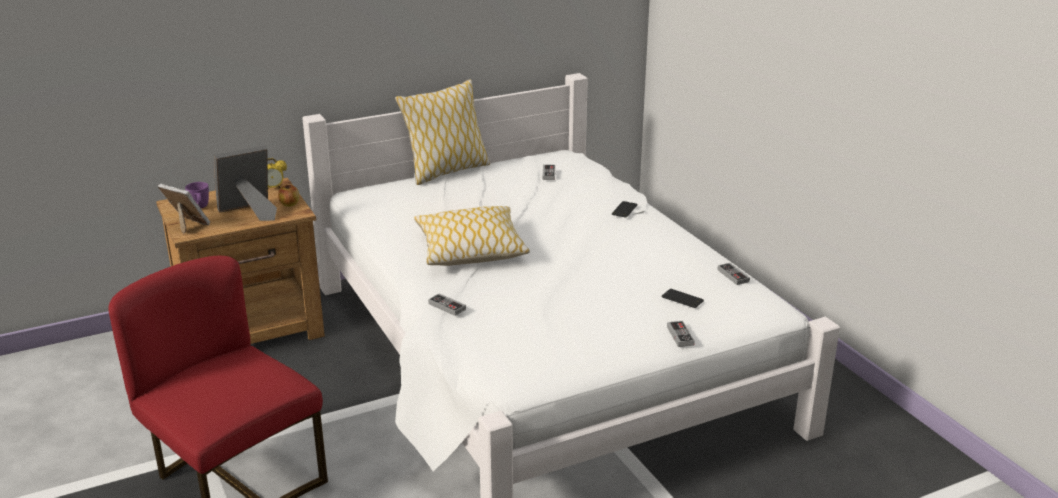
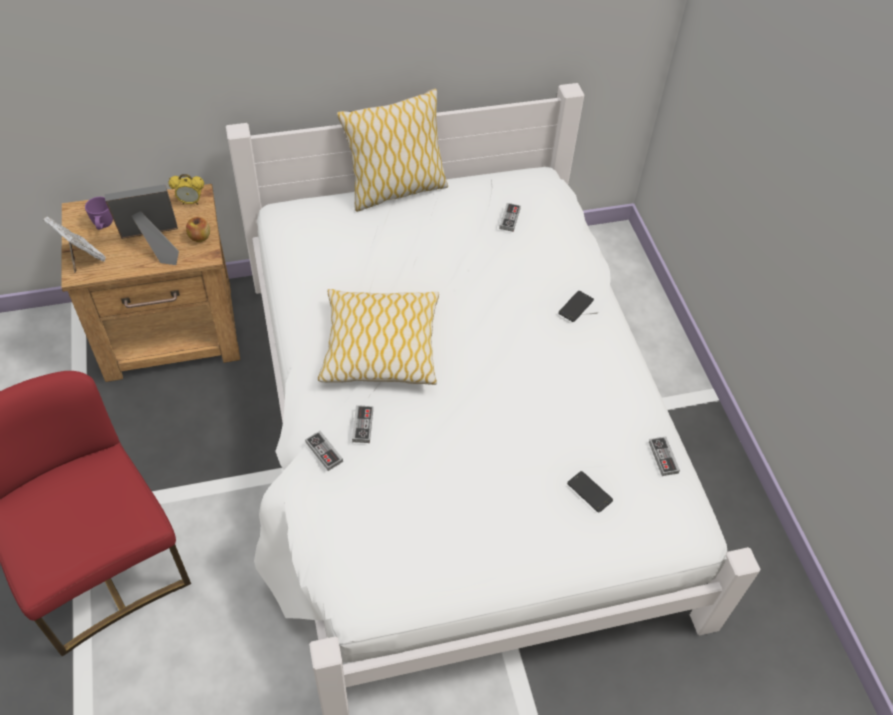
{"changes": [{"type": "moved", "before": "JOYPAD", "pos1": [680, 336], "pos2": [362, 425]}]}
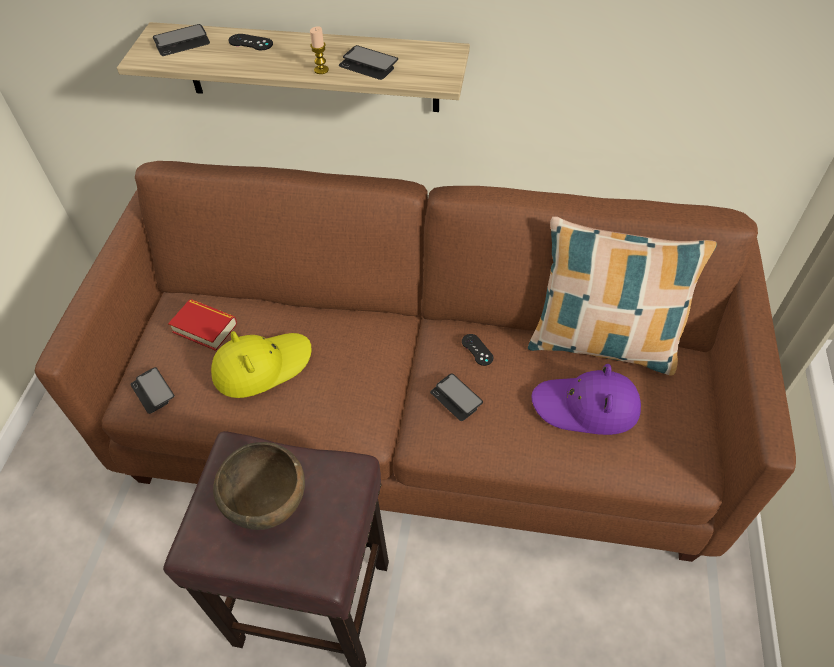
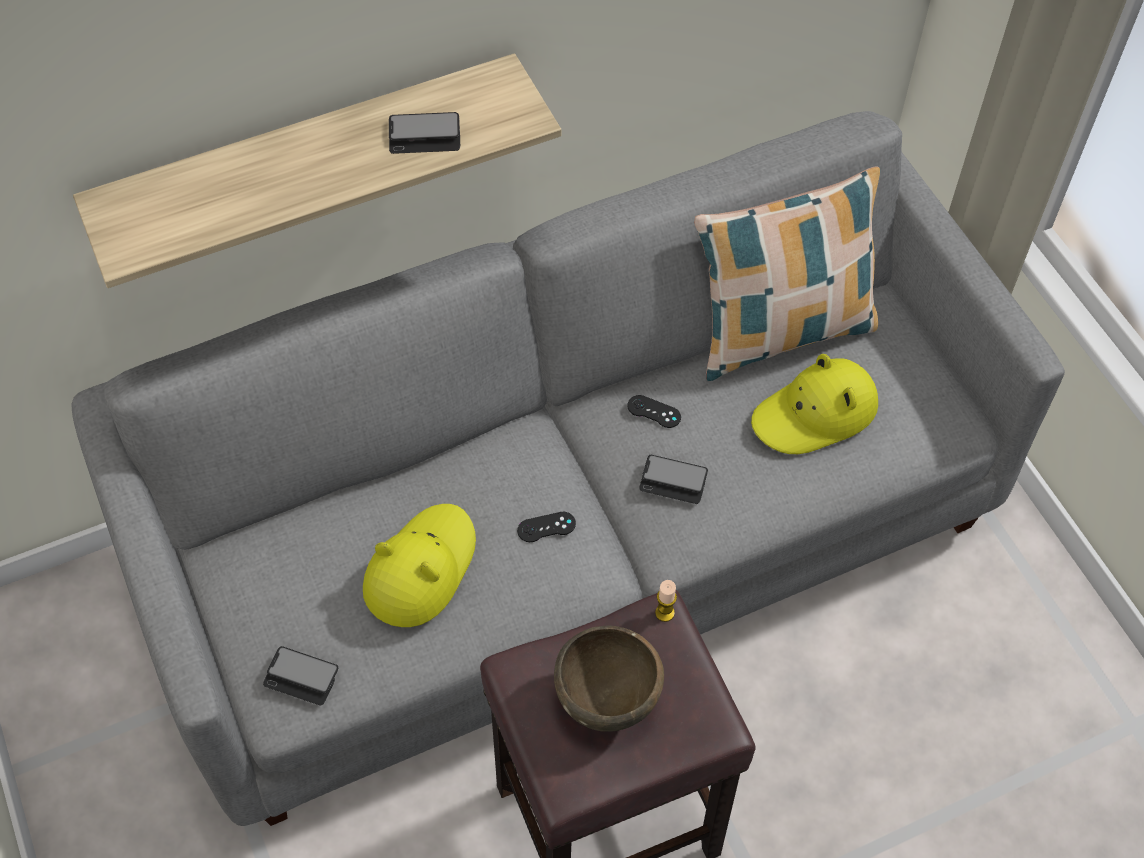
{"changes": [{"type": "recoloured", "before": "BROWNISH SOFA", "after": "GREY SOFA", "pos1": [421, 419], "pos2": [573, 538]}, {"type": "moved", "before": "BLACK-COLOURED JOYPAD", "pos1": [250, 42], "pos2": [546, 527]}, {"type": "moved", "before": "WAX LIGHT", "pos1": [321, 70], "pos2": [664, 613]}, {"type": "recoloured", "before": "PURPLE WEARABLE HAT", "after": "YELLOW-COLOURED WEARABLE HAT", "pos1": [586, 406], "pos2": [815, 414]}, {"type": "removed", "before": "PHONE", "pos1": [182, 42]}, {"type": "removed", "before": "VOLUME", "pos1": [205, 328]}]}
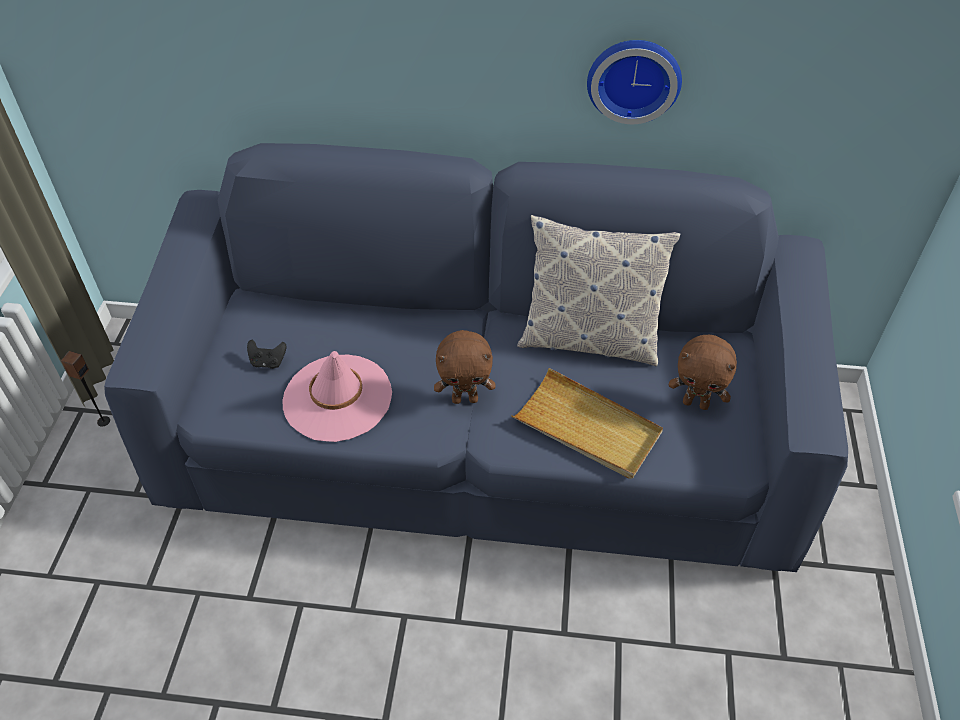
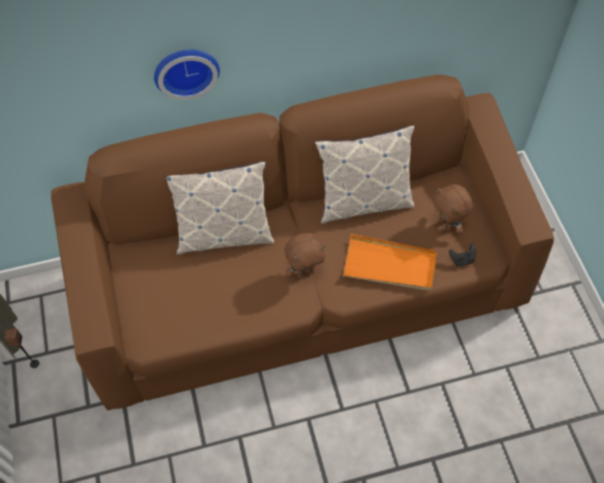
{"changes": [{"type": "recoloured", "before": "BLUISH SOFA", "after": "BROWNISH SOFA", "pos1": [480, 444], "pos2": [303, 287]}, {"type": "moved", "before": "CLOCK ON THE WALL", "pos1": [634, 78], "pos2": [185, 70]}, {"type": "added", "after": "THROW PILLOW", "pos2": [224, 235]}, {"type": "recoloured", "before": "SAND-COLOURED SERVING TRAY", "after": "ORANGEY SERVING TRAY", "pos1": [587, 427], "pos2": [390, 265]}, {"type": "turned", "before": "BROWNISH PLUSH TOY", "pos1": [696, 403], "pos2": [447, 225], "turn": 60}, {"type": "moved", "before": "BLACK-COLOURED JOYPAD", "pos1": [268, 362], "pos2": [462, 260]}, {"type": "removed", "before": "PINK-COLOURED WEARABLE HAT", "pos1": [337, 398]}]}
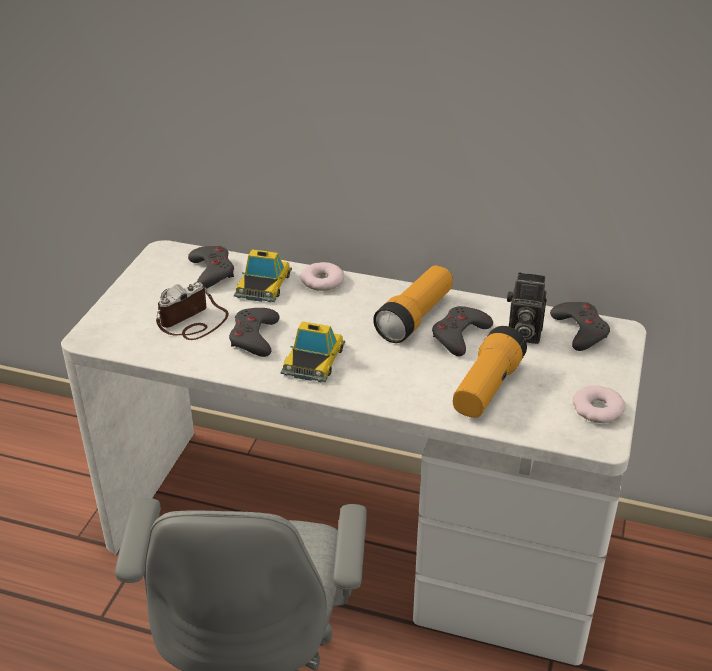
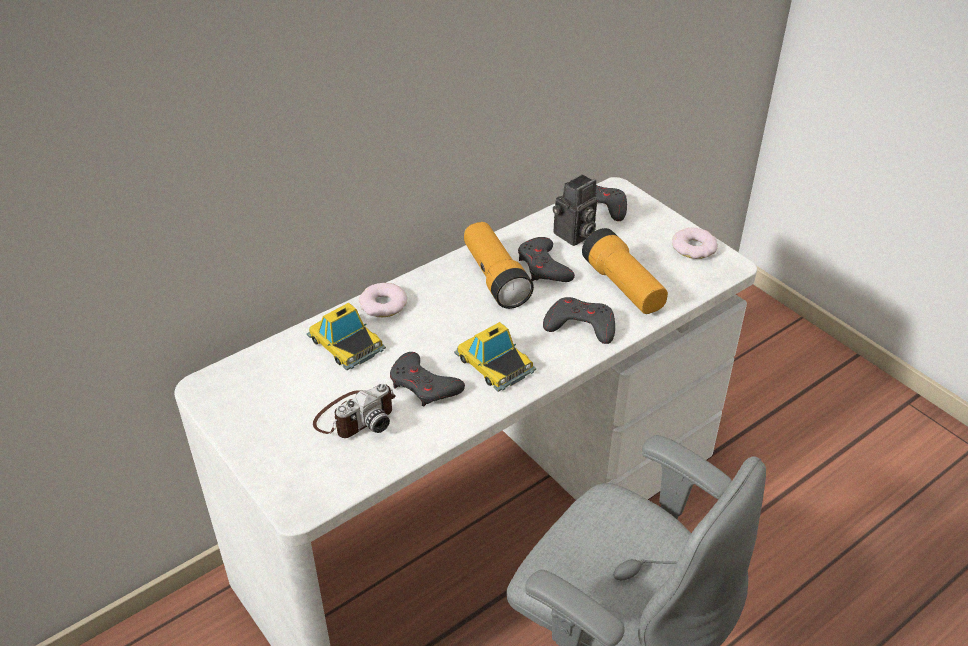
{"changes": [{"type": "turned", "before": "PHOTO CAMERA", "pos1": [193, 322], "pos2": [355, 416], "turn": -120}, {"type": "moved", "before": "GREY JOYPAD", "pos1": [212, 271], "pos2": [580, 325]}]}
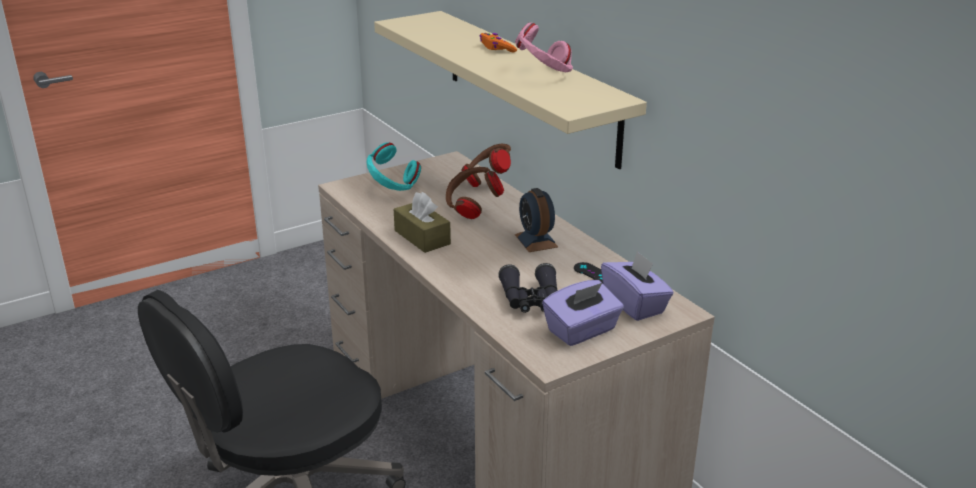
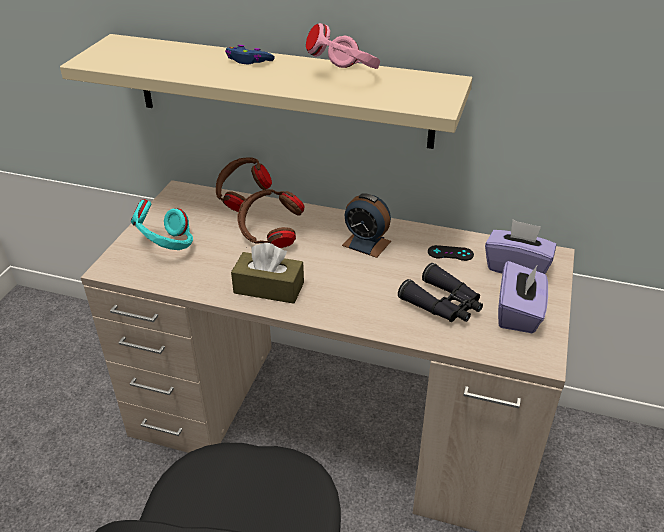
{"changes": [{"type": "recoloured", "before": "ORANGEY JOYPAD", "after": "BLUISH JOYPAD", "pos1": [496, 48], "pos2": [248, 61]}]}
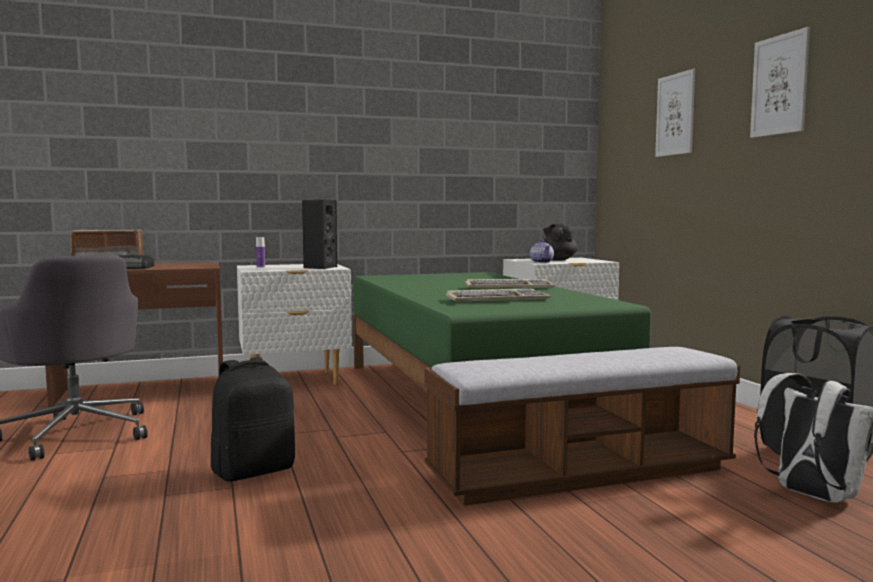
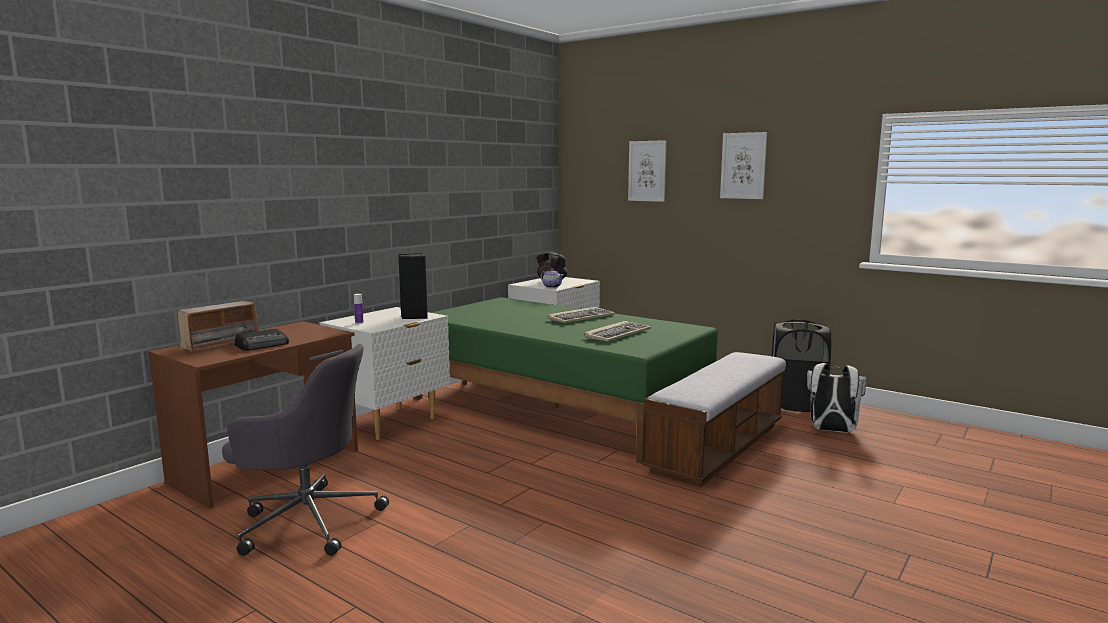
{"changes": [{"type": "removed", "before": "BLACK-COLOURED BACKPACK", "pos1": [254, 470]}]}
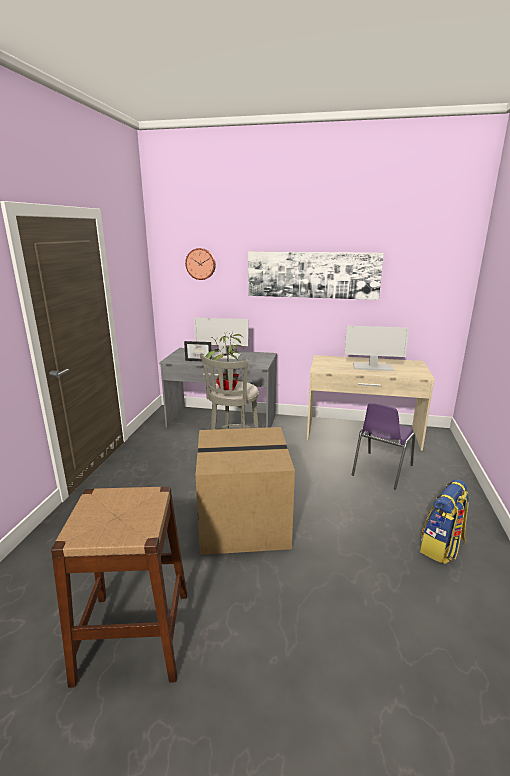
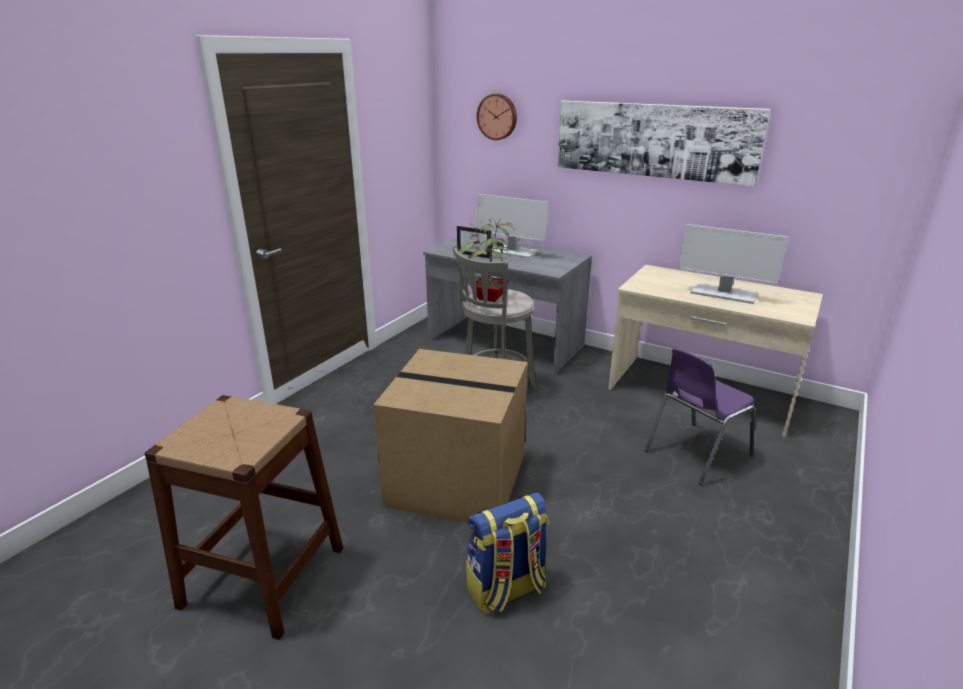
{"changes": [{"type": "moved", "before": "BACKPACK", "pos1": [441, 547], "pos2": [506, 590]}]}
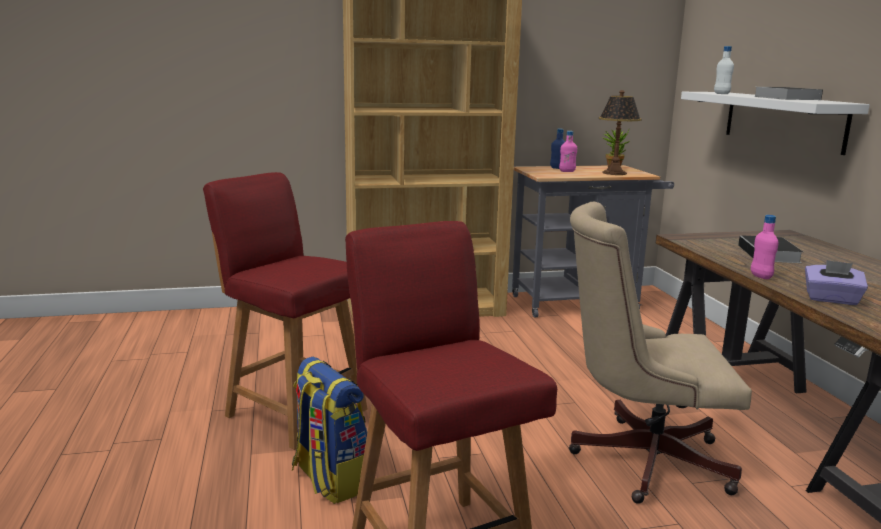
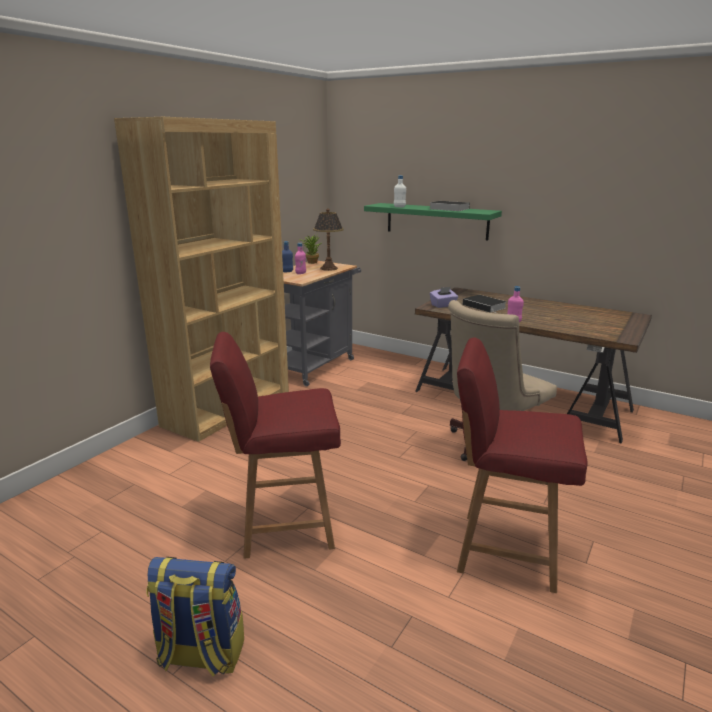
{"changes": [{"type": "moved", "before": "BACKPACK", "pos1": [329, 479], "pos2": [200, 655]}, {"type": "recoloured", "before": "WHITE WALL SHELF", "after": "GREEN WALL SHELF", "pos1": [783, 120], "pos2": [436, 221]}, {"type": "moved", "before": "PURPLE BOX OF TISSUES", "pos1": [831, 299], "pos2": [443, 305]}]}
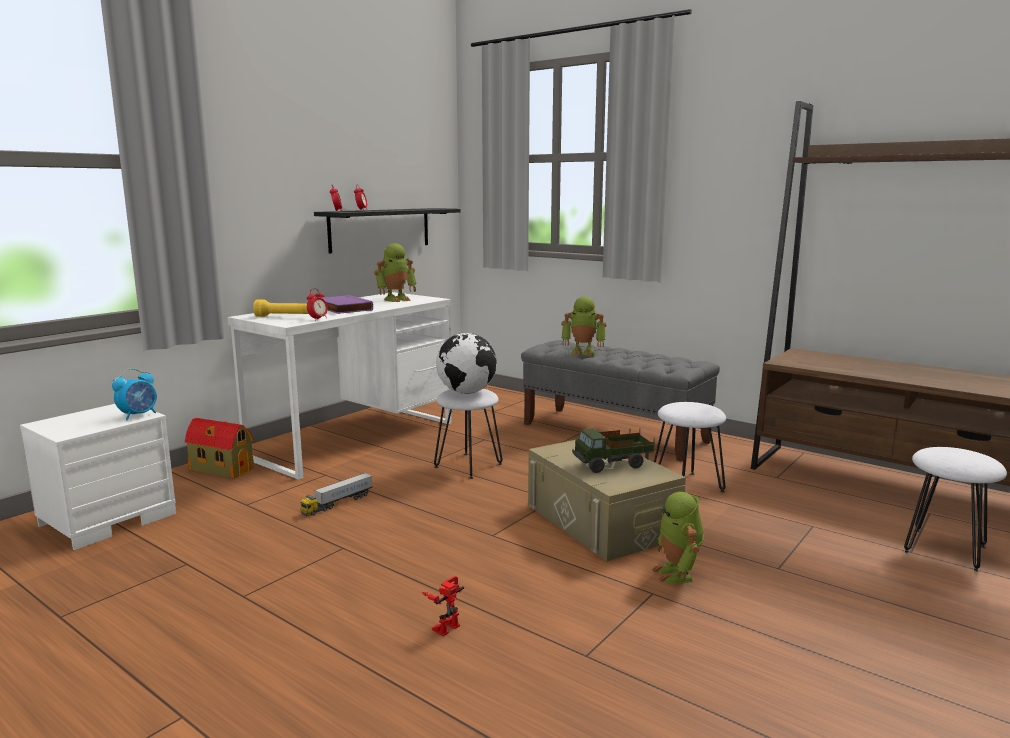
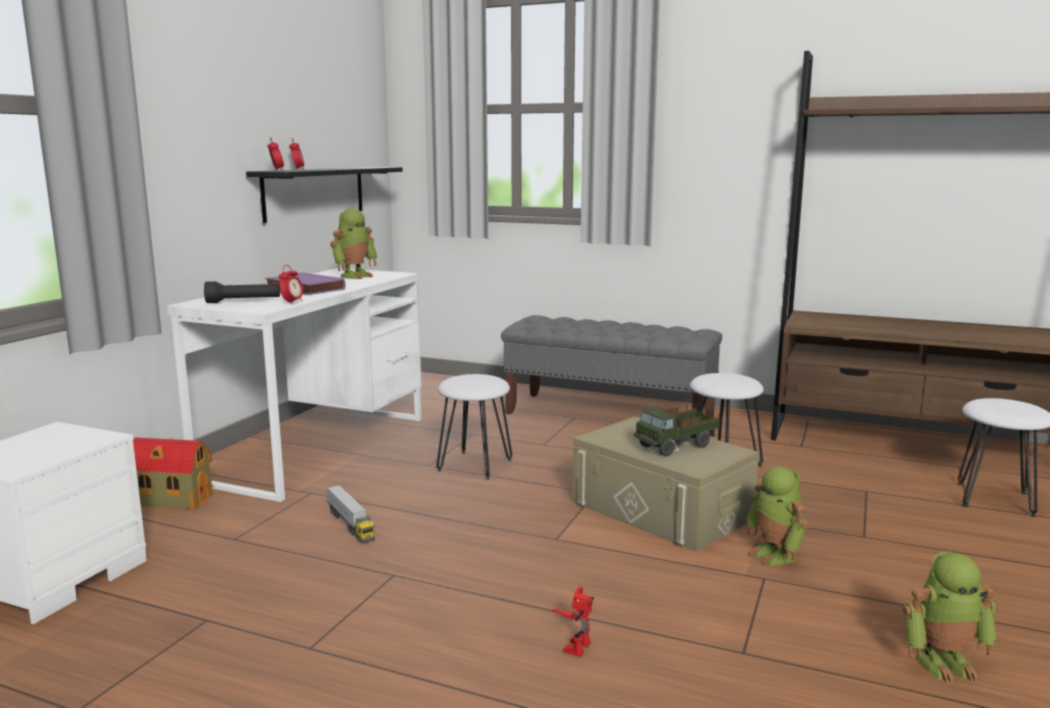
{"changes": [{"type": "recoloured", "before": "YELLOW-COLOURED FLASHLIGHT", "after": "BLACK-COLOURED FLASHLIGHT", "pos1": [284, 316], "pos2": [243, 301]}, {"type": "turned", "before": "MODEL TRUCK", "pos1": [338, 503], "pos2": [350, 524], "turn": -60}, {"type": "moved", "before": "ROBOT FIGURE", "pos1": [583, 352], "pos2": [944, 662]}, {"type": "removed", "before": "ALARM CLOCK", "pos1": [138, 415]}, {"type": "removed", "before": "WORLD GLOBE", "pos1": [467, 392]}]}
